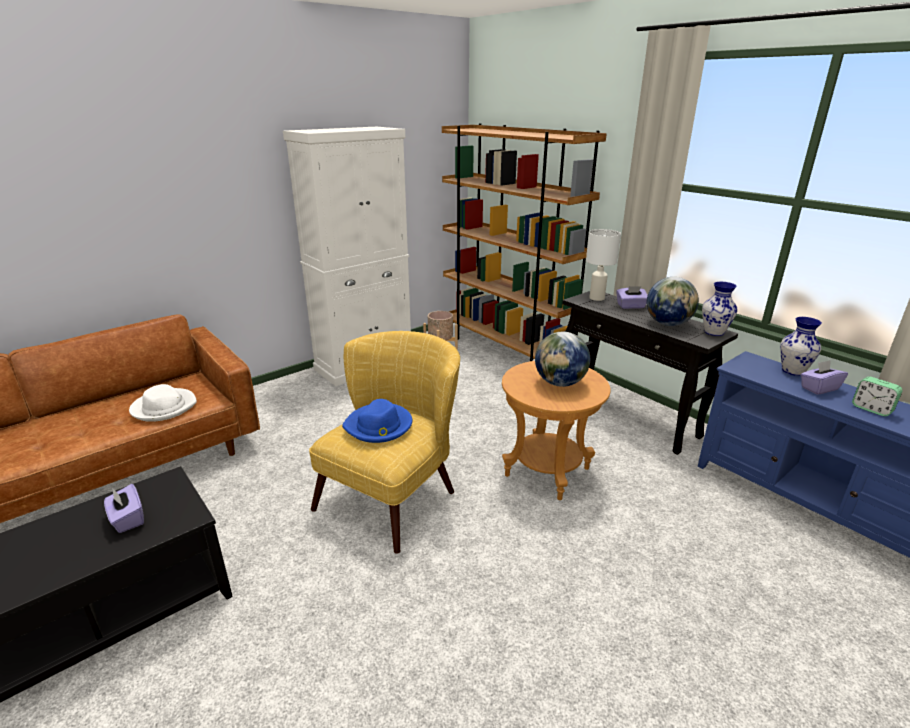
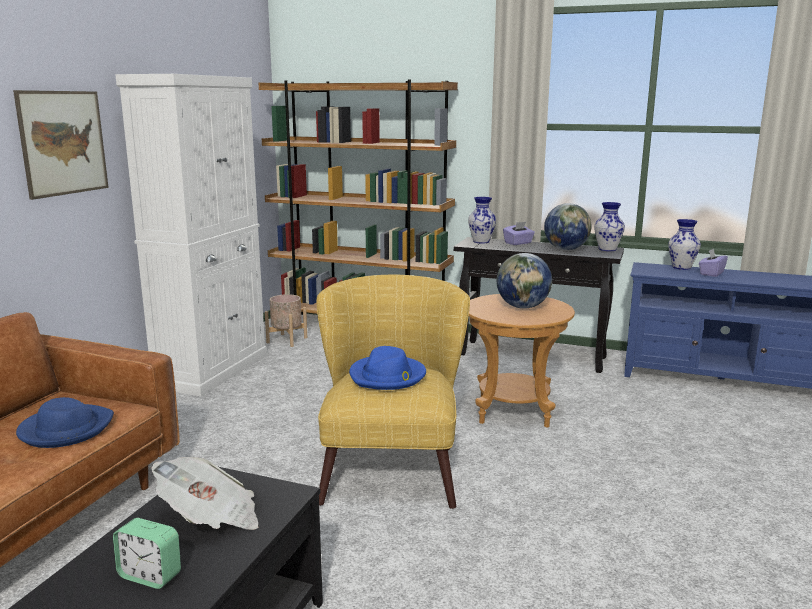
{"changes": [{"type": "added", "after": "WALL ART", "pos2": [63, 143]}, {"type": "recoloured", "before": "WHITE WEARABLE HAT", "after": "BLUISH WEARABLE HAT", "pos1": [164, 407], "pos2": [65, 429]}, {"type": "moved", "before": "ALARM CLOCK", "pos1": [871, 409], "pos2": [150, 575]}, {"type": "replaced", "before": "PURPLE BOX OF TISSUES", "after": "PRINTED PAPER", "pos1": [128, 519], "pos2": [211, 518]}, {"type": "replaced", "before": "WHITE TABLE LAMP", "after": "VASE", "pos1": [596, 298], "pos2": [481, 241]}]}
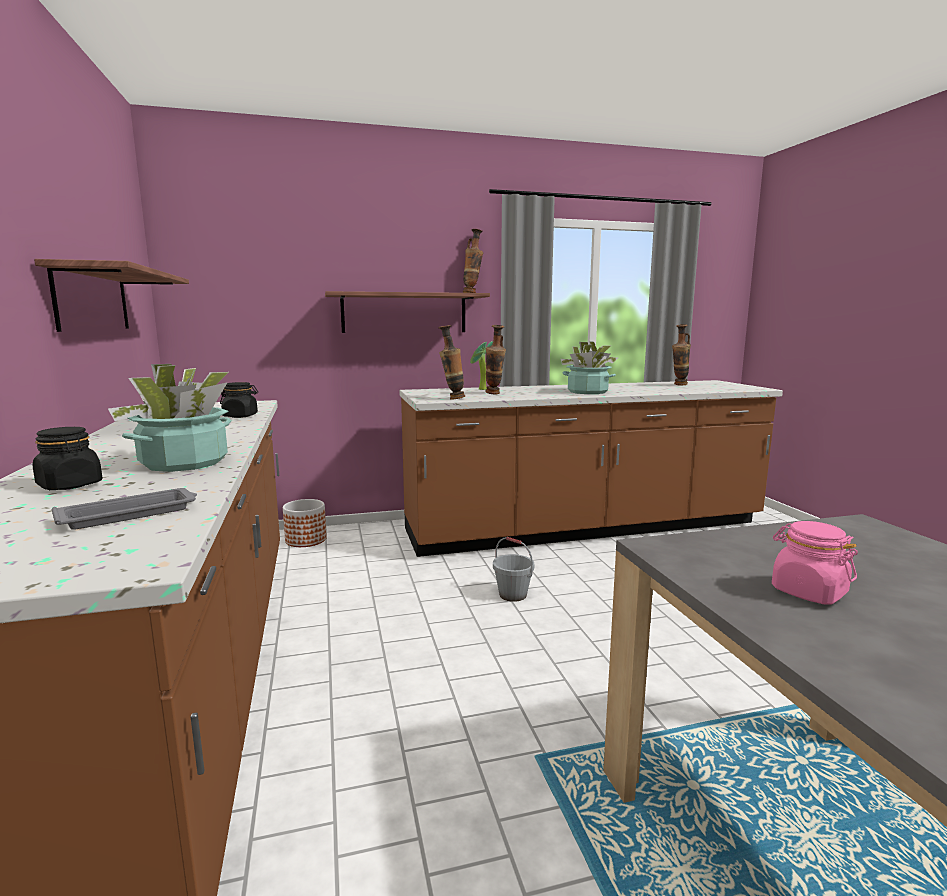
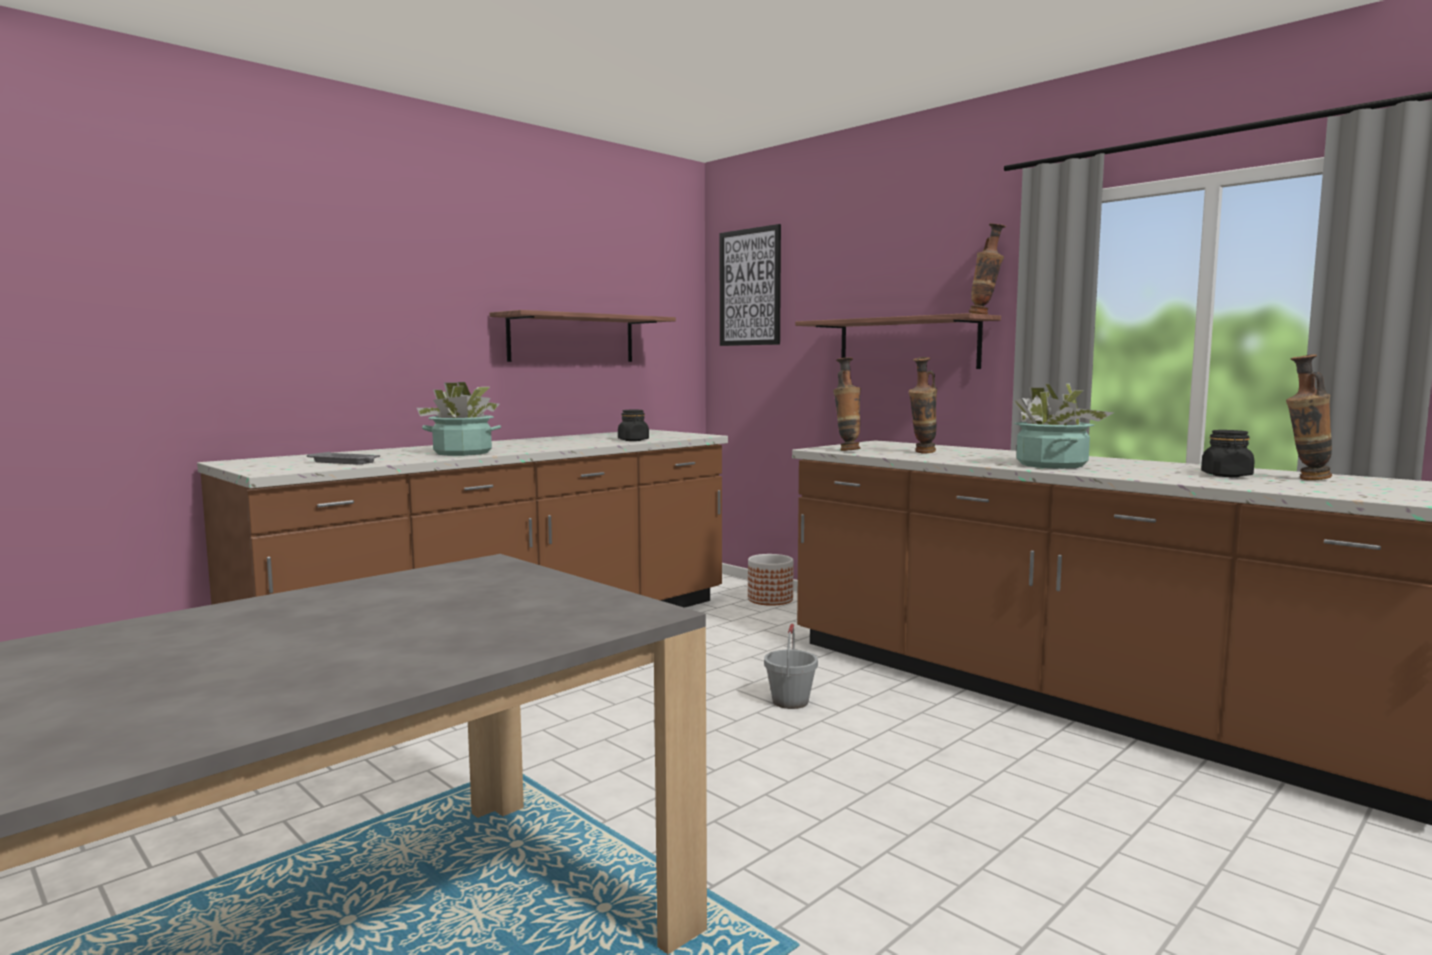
{"changes": [{"type": "added", "after": "WALL ART", "pos2": [750, 287]}, {"type": "moved", "before": "BLACK-COLOURED PRESERVE JAR", "pos1": [70, 485], "pos2": [1226, 475]}, {"type": "removed", "before": "PLANT IN A POT", "pos1": [481, 389]}, {"type": "removed", "before": "PINK-COLOURED PRESERVE JAR", "pos1": [808, 592]}]}
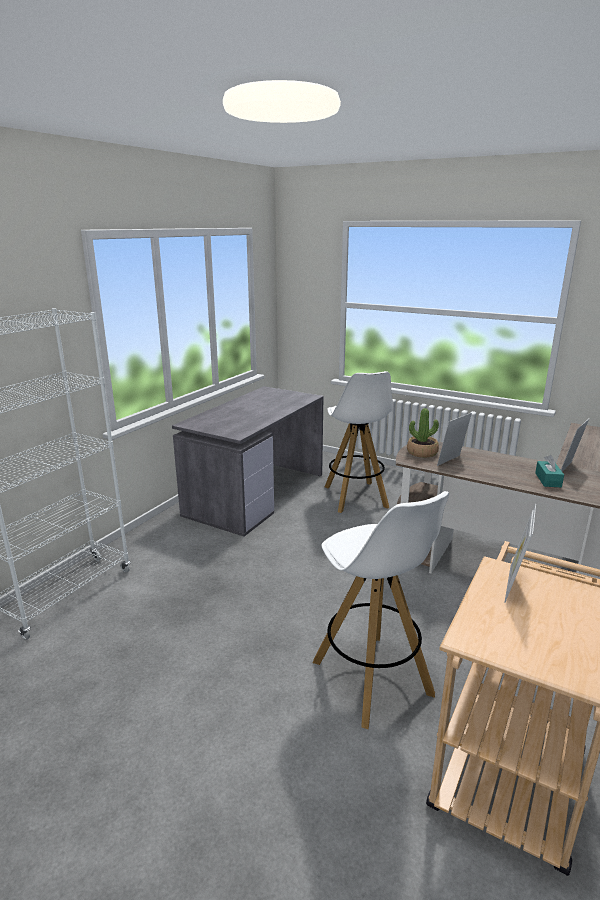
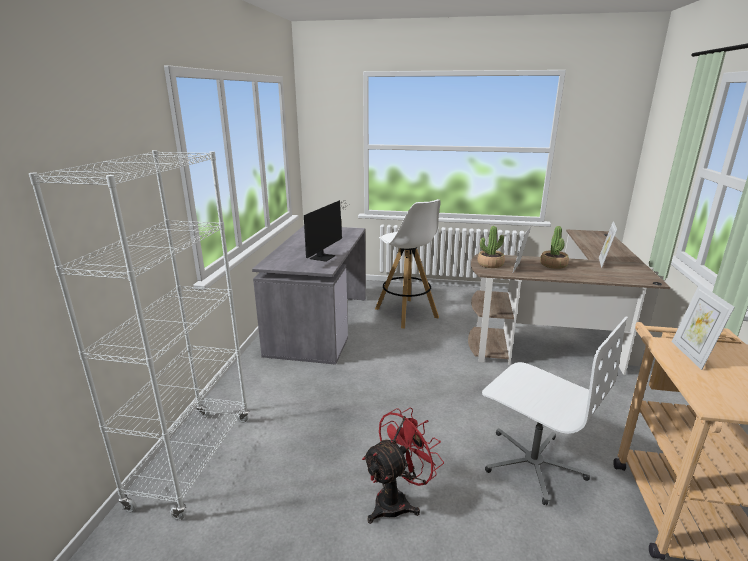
{"changes": [{"type": "added", "after": "COMPUTER SCREEN", "pos2": [325, 256]}, {"type": "added", "after": "RED-COLOURED COOLING FAN", "pos2": [397, 500]}, {"type": "replaced", "before": "WHITE SITTING STOOL", "after": "WHITE COMPUTER CHAIR", "pos1": [372, 678], "pos2": [533, 463]}, {"type": "added", "after": "PLANT IN A POT", "pos2": [553, 265]}, {"type": "removed", "before": "BLUE-GREEN BOX OF TISSUES", "pos1": [548, 480]}]}
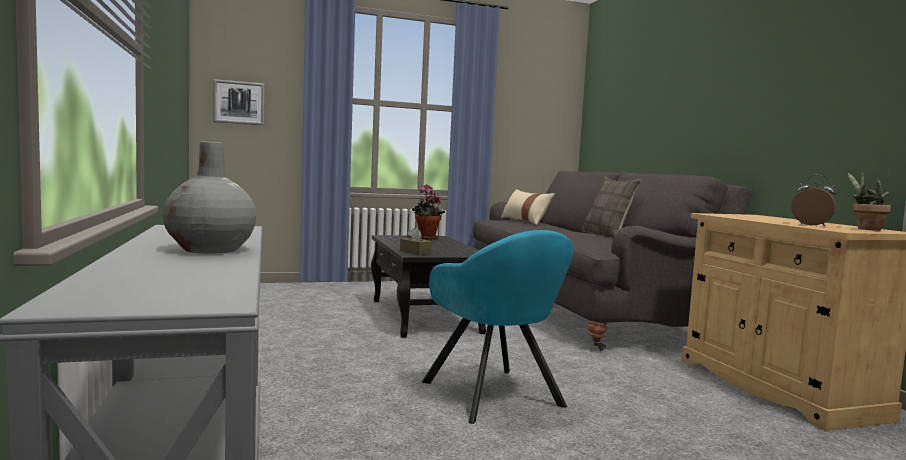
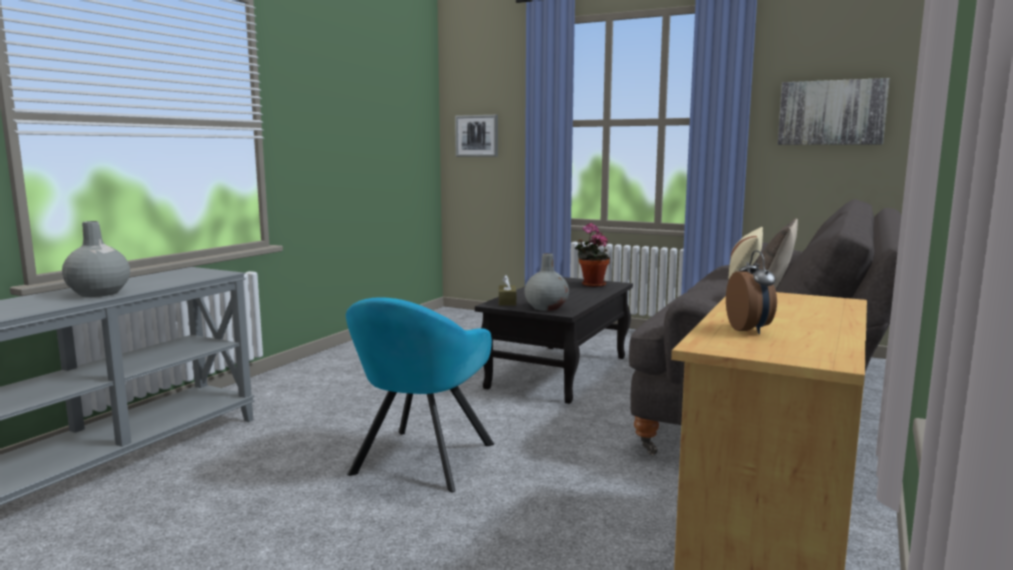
{"changes": [{"type": "added", "after": "GREY VASE", "pos2": [546, 307]}, {"type": "added", "after": "WALL ART", "pos2": [831, 112]}, {"type": "removed", "before": "PLANT IN A POT", "pos1": [865, 229]}]}
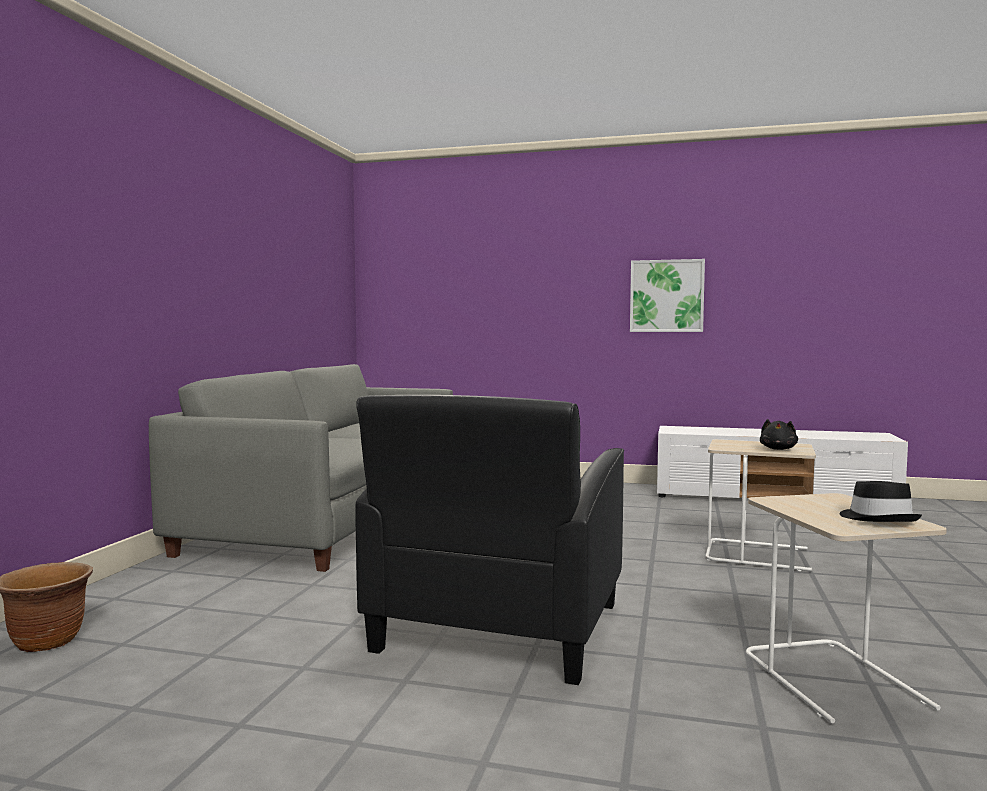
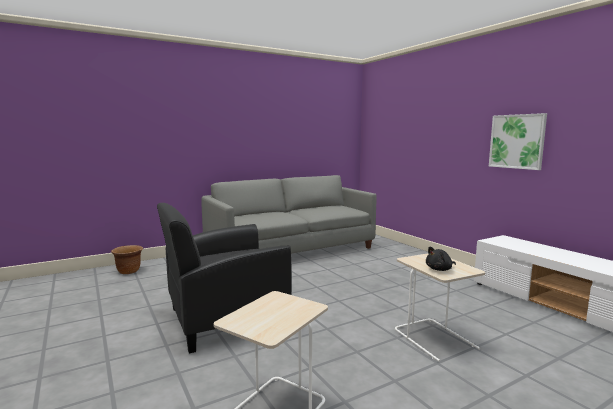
{"changes": [{"type": "removed", "before": "BLACK-COLOURED WEARABLE HAT", "pos1": [878, 518]}]}
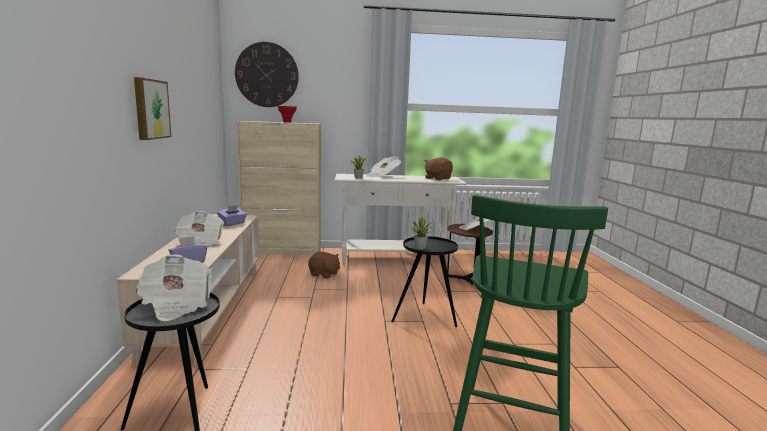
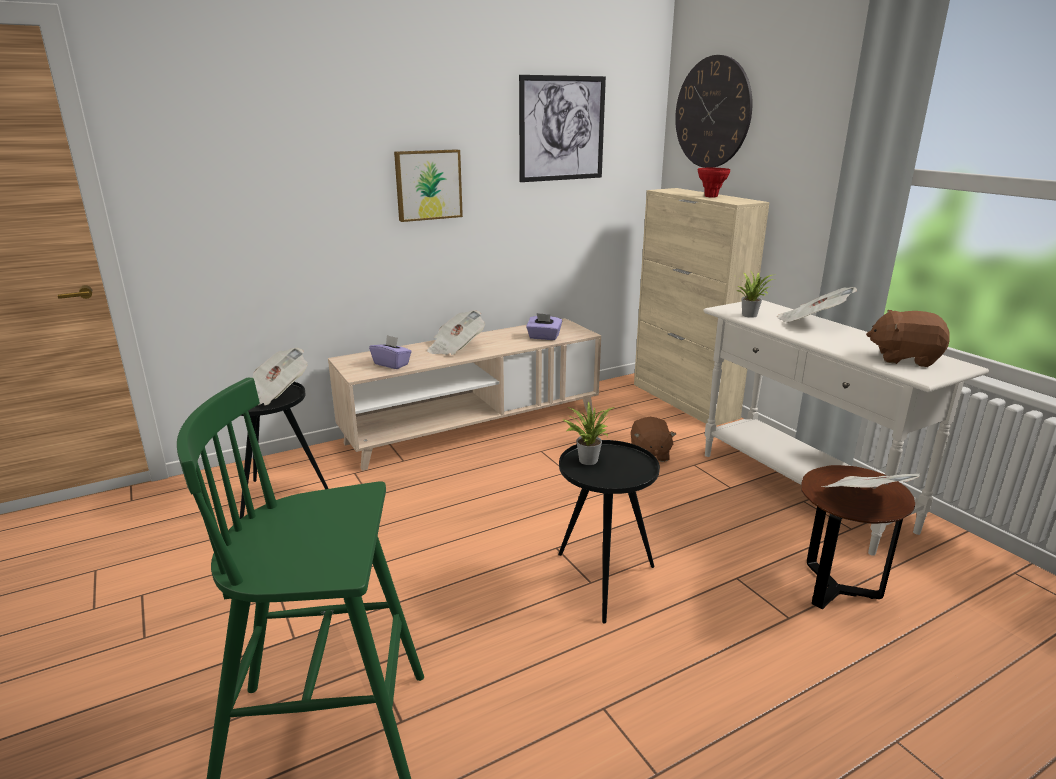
{"changes": [{"type": "added", "after": "WALL ART", "pos2": [562, 129]}]}
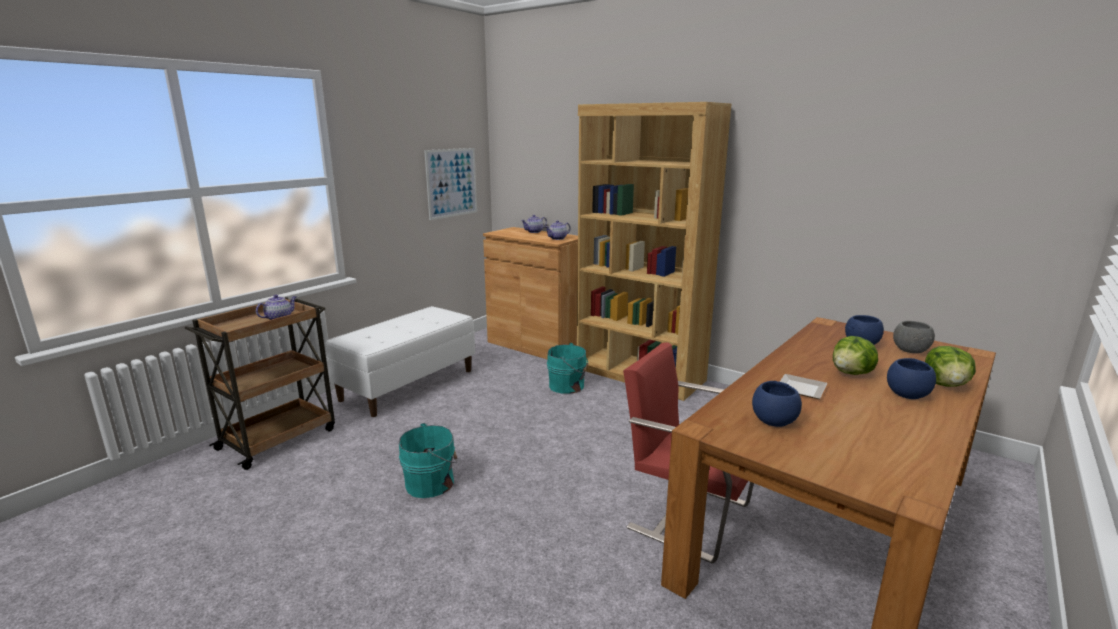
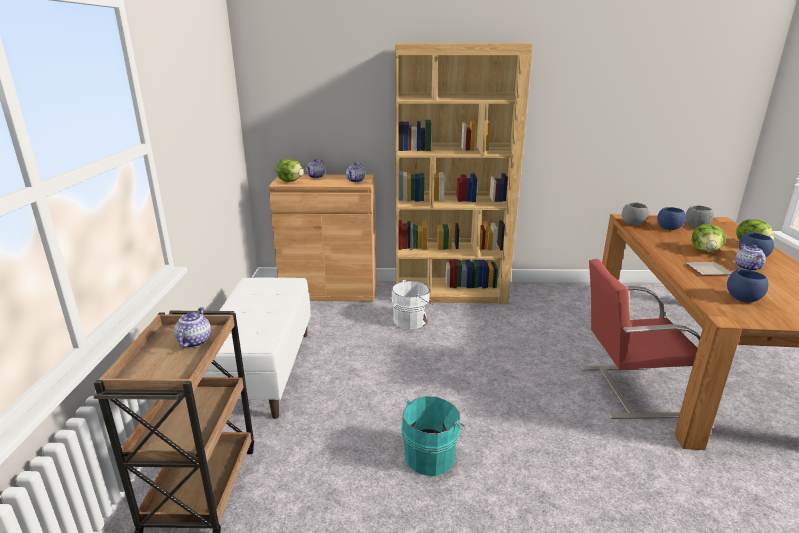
{"changes": [{"type": "added", "after": "LETTUCE", "pos2": [291, 181]}, {"type": "recoloured", "before": "BLUE-GREEN WATER BUCKET", "after": "WHITE WATER BUCKET", "pos1": [568, 386], "pos2": [412, 320]}, {"type": "added", "after": "GREY DEEP DISH", "pos2": [632, 223]}, {"type": "added", "after": "POT FOR TEA", "pos2": [746, 267]}, {"type": "removed", "before": "WALL ART", "pos1": [451, 183]}]}
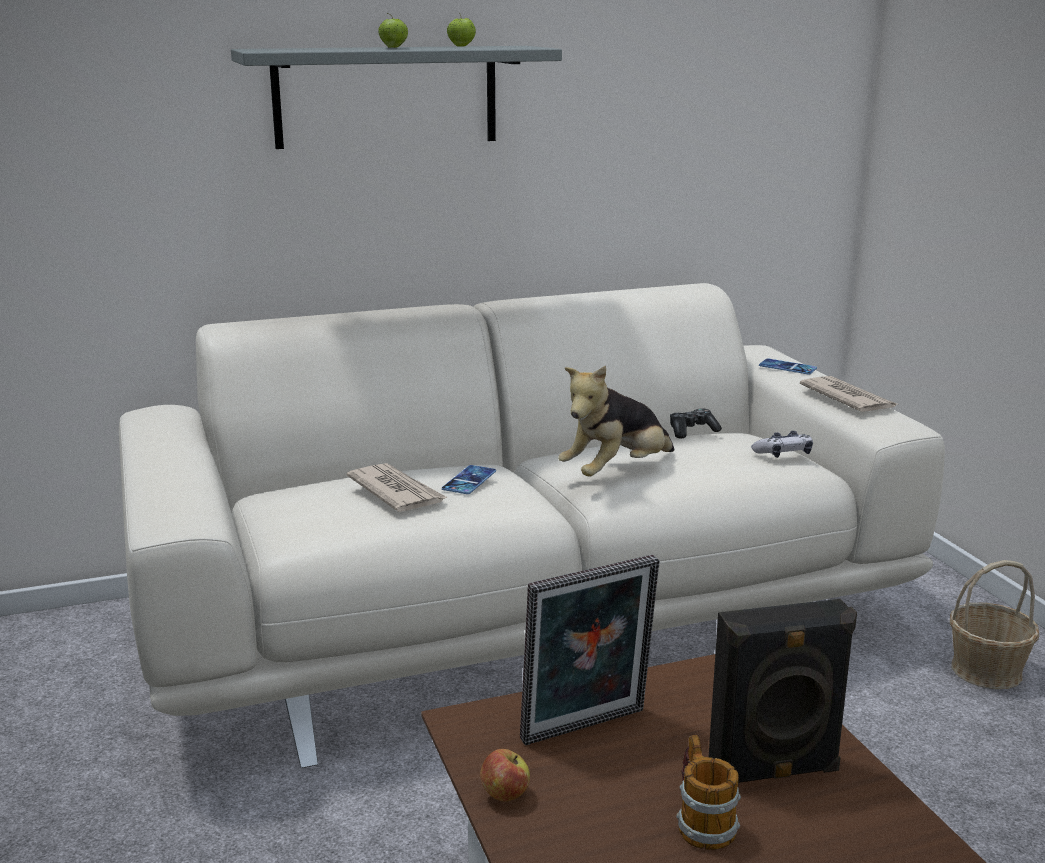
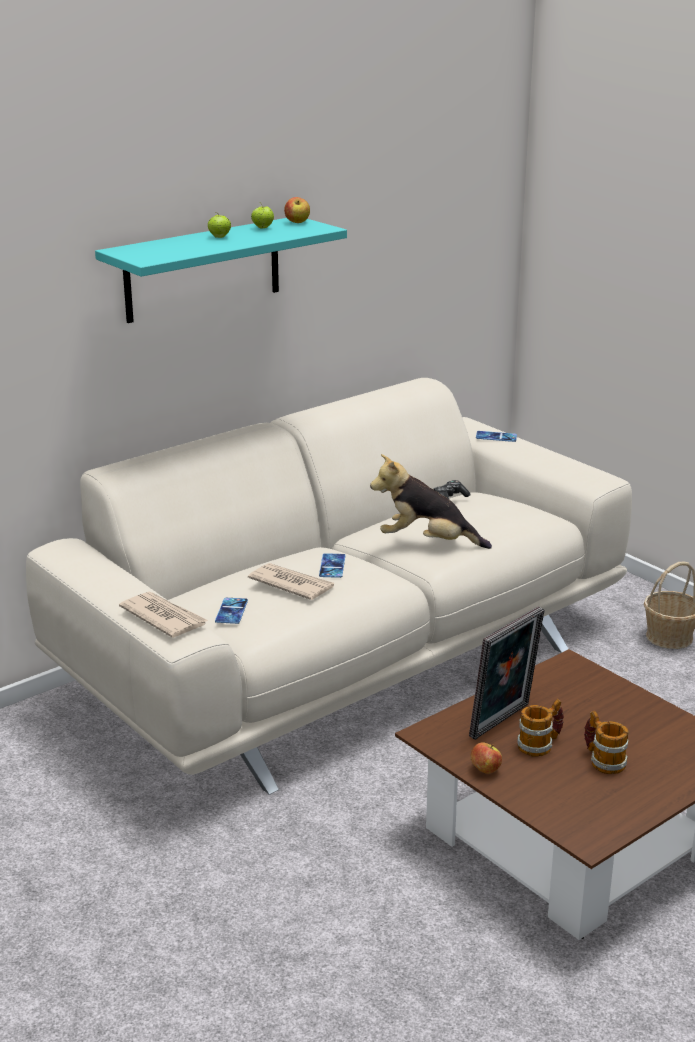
{"changes": [{"type": "recoloured", "before": "GREY WALL SHELF", "after": "BLUE-GREEN WALL SHELF", "pos1": [386, 96], "pos2": [203, 269]}, {"type": "moved", "before": "PRINTED PAPER", "pos1": [847, 399], "pos2": [163, 617]}, {"type": "added", "after": "PHONE", "pos2": [231, 611]}, {"type": "added", "after": "APPLE FRUIT", "pos2": [297, 222]}, {"type": "turned", "before": "PLUSH TOY", "pos1": [616, 472], "pos2": [427, 542], "turn": 75}, {"type": "added", "after": "COFFEE MUG", "pos2": [540, 745]}, {"type": "removed", "before": "BLACK-COLOURED SPEAKER", "pos1": [774, 773]}, {"type": "removed", "before": "JOYPAD", "pos1": [783, 454]}]}
